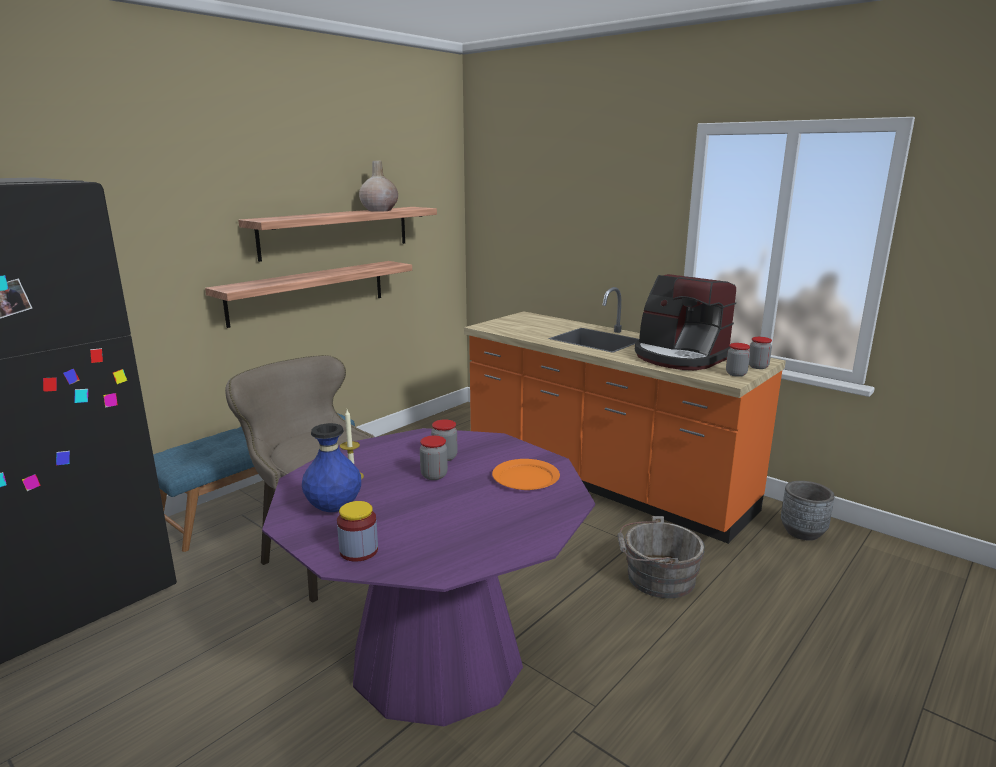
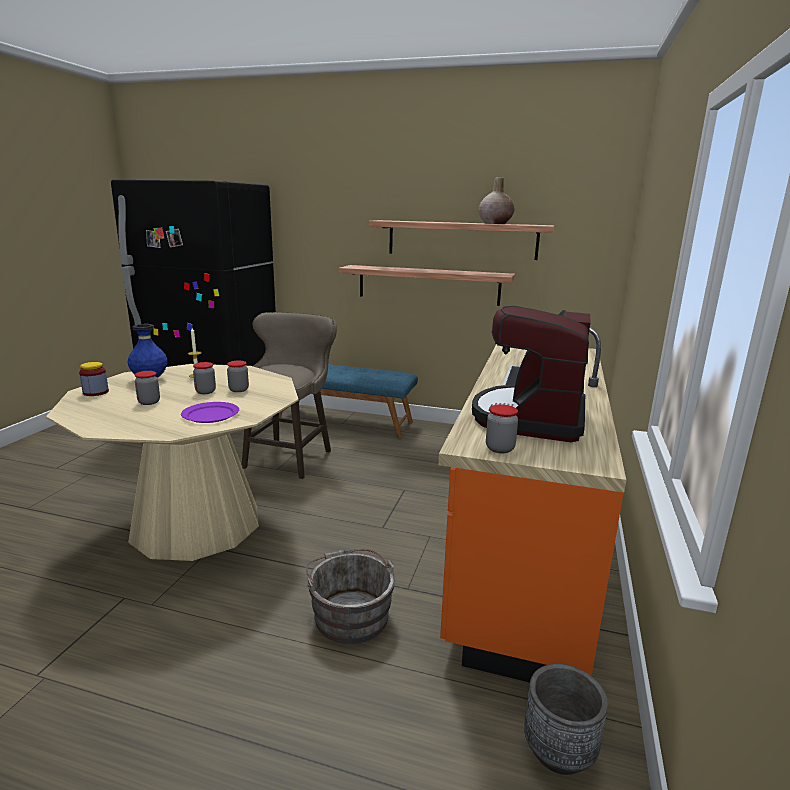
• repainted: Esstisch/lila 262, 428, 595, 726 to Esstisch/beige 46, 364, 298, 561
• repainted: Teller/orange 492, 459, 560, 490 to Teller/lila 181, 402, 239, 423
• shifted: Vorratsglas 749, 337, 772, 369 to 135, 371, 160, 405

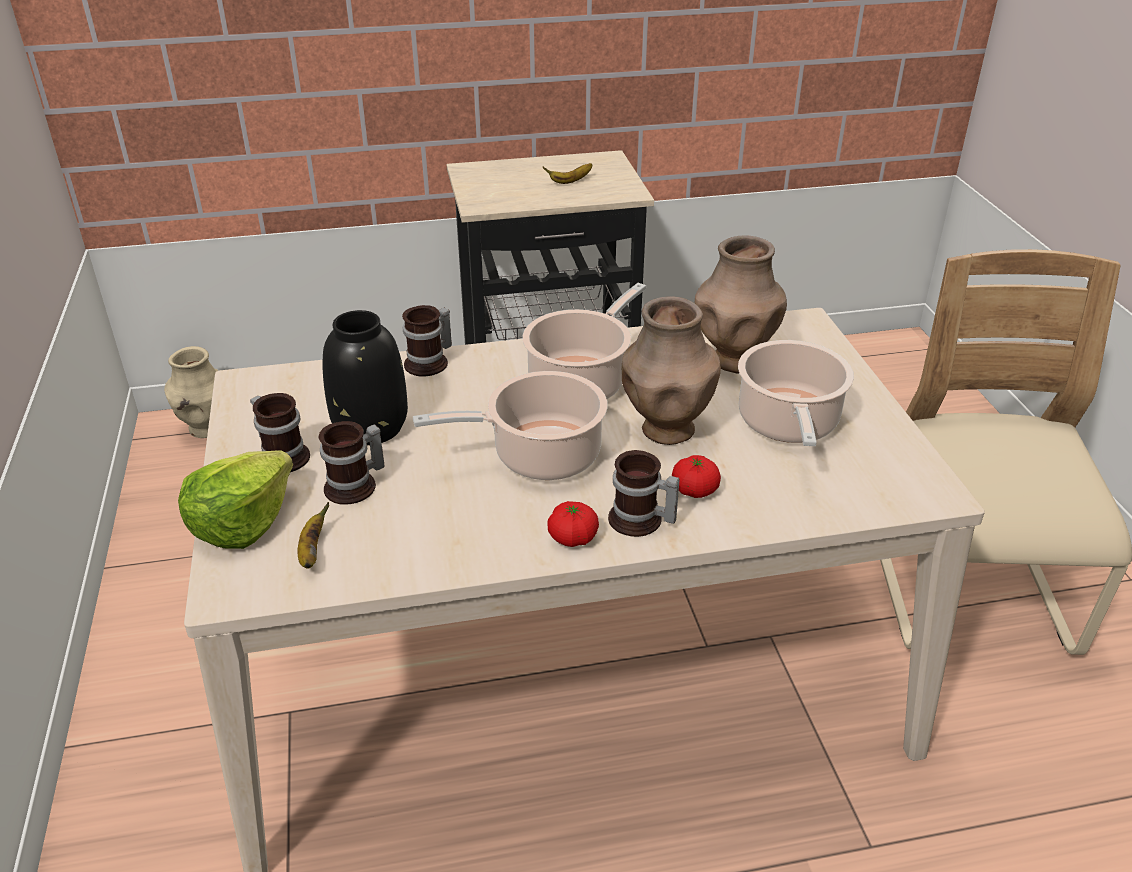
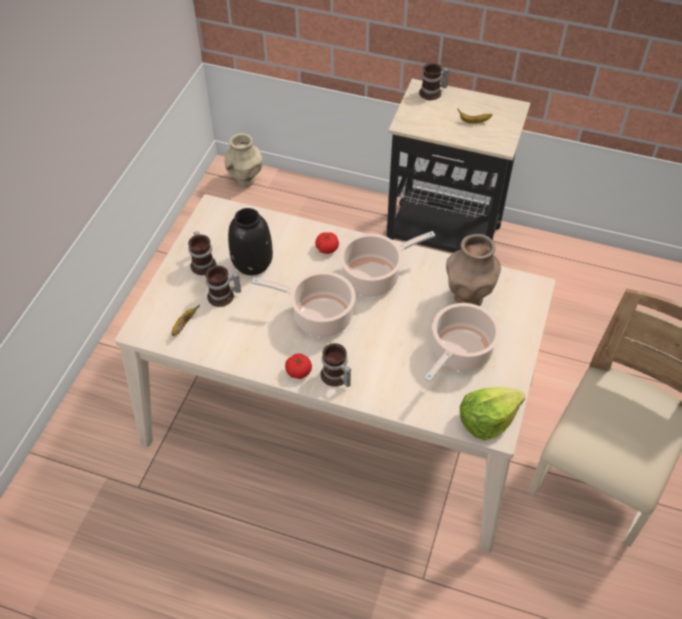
• shifted: Salatkopf 178, 451, 293, 549 to 460, 387, 525, 440
• shifted: Henkelbecher 402, 305, 452, 377 to 419, 63, 449, 100
• gone: Vase/braun 622, 296, 721, 445
• shifted: Tomate 672, 455, 721, 498 to 315, 232, 339, 254

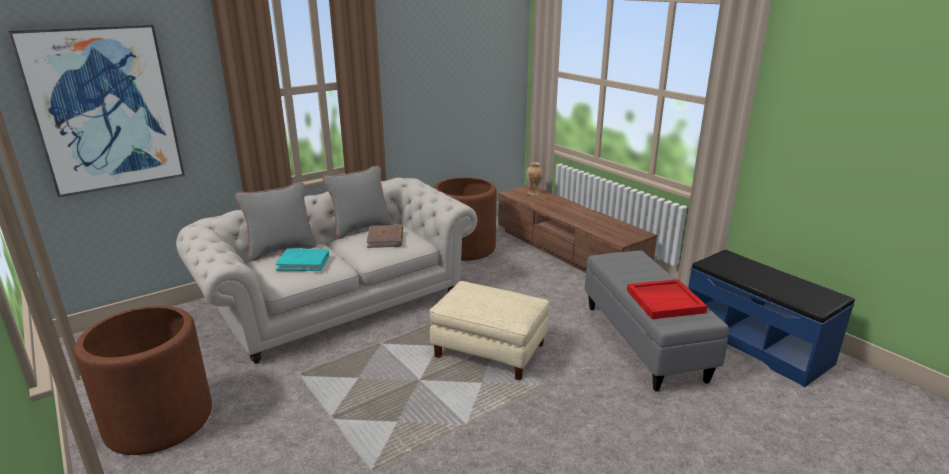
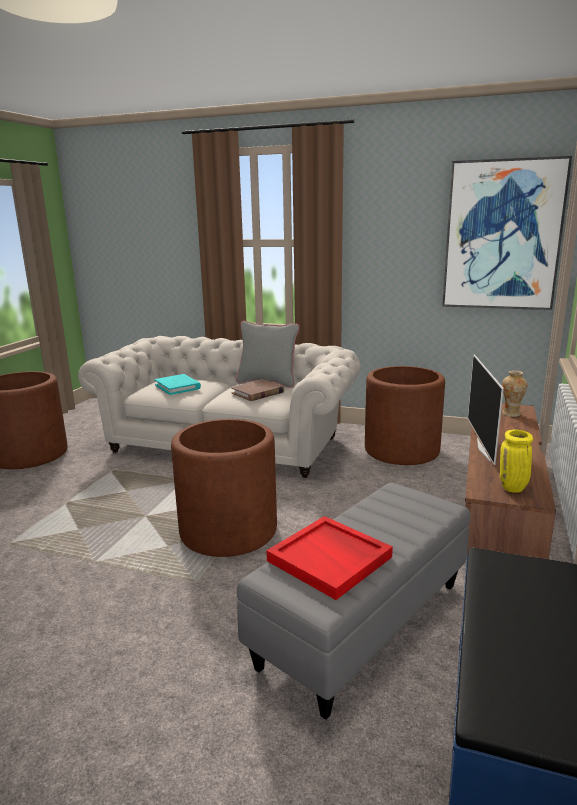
• shifted: Bild 8, 24, 185, 197 to 442, 156, 572, 310
• gone: Kissen/grau 235, 182, 317, 261
• swapped: Polsterhocker/beige 429, 281, 550, 380 to Pflanzkübel/braun 171, 419, 277, 557
• new: Fernseher 468, 354, 504, 465
• new: Vase/gelb 500, 430, 533, 493

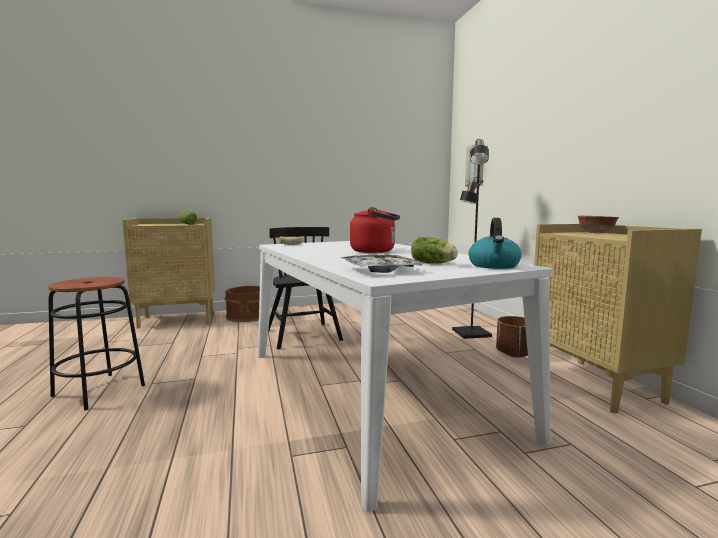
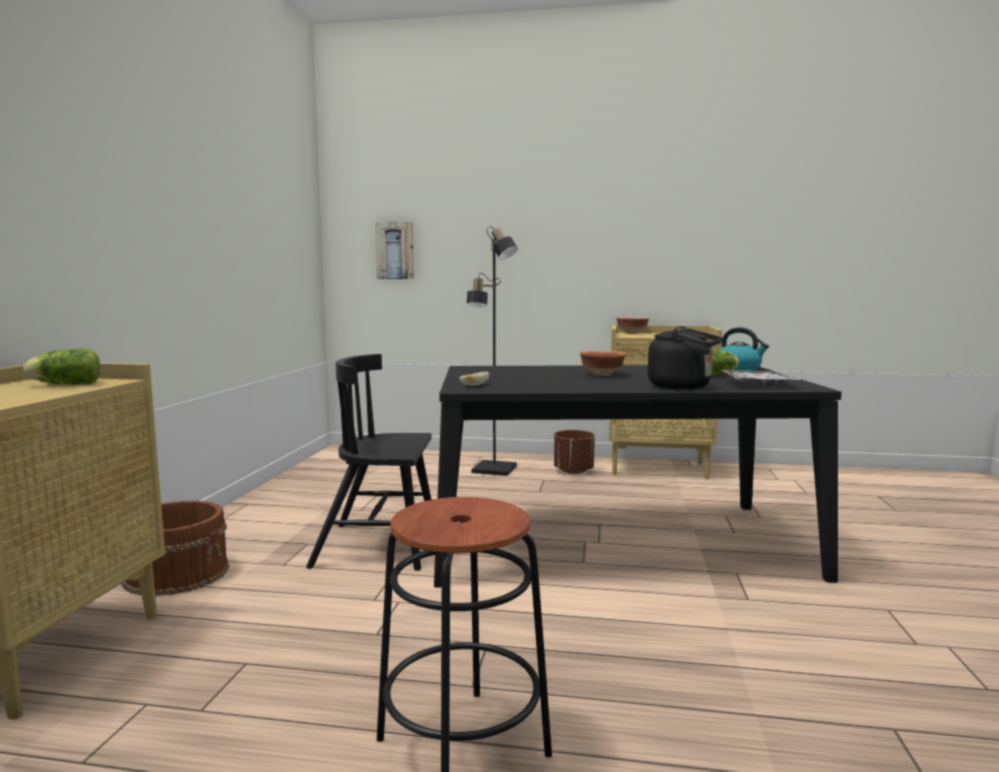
• repainted: Esstisch/weiß 258, 241, 553, 512 to Esstisch/schwarz 434, 365, 842, 588
• swapped: Wasserkessel/rot 350, 207, 400, 253 to Schüssel 580, 351, 626, 376
• new: Wasserkessel/schwarz 648, 326, 722, 389

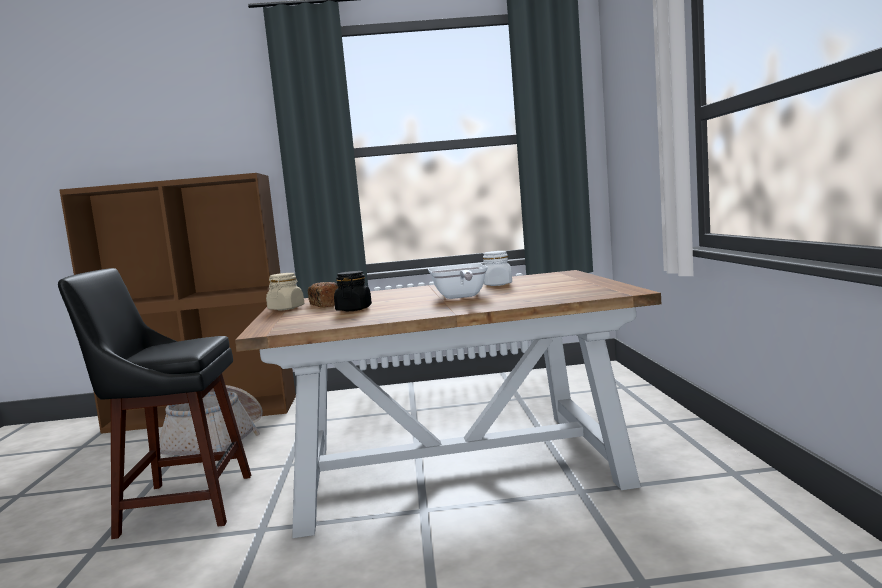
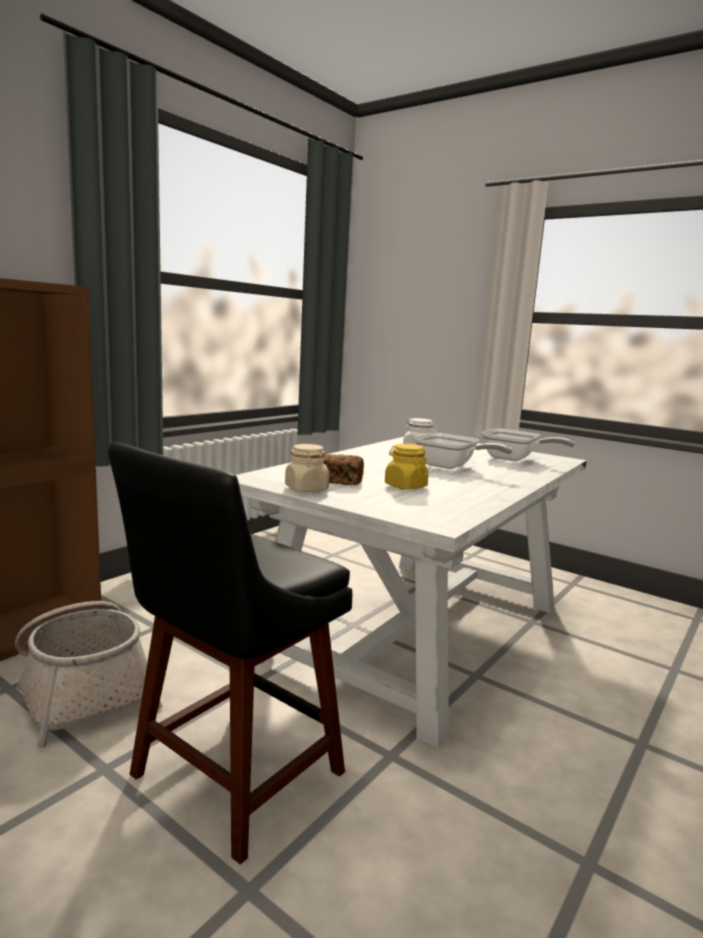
• repainted: Esstisch/braun 235, 270, 661, 538 to Esstisch/weiß 236, 437, 587, 748
• repainted: Vorratsglas/schwarz 334, 271, 372, 311 to Vorratsglas/gelb 385, 444, 429, 489
• new: Pfanne 482, 428, 575, 462

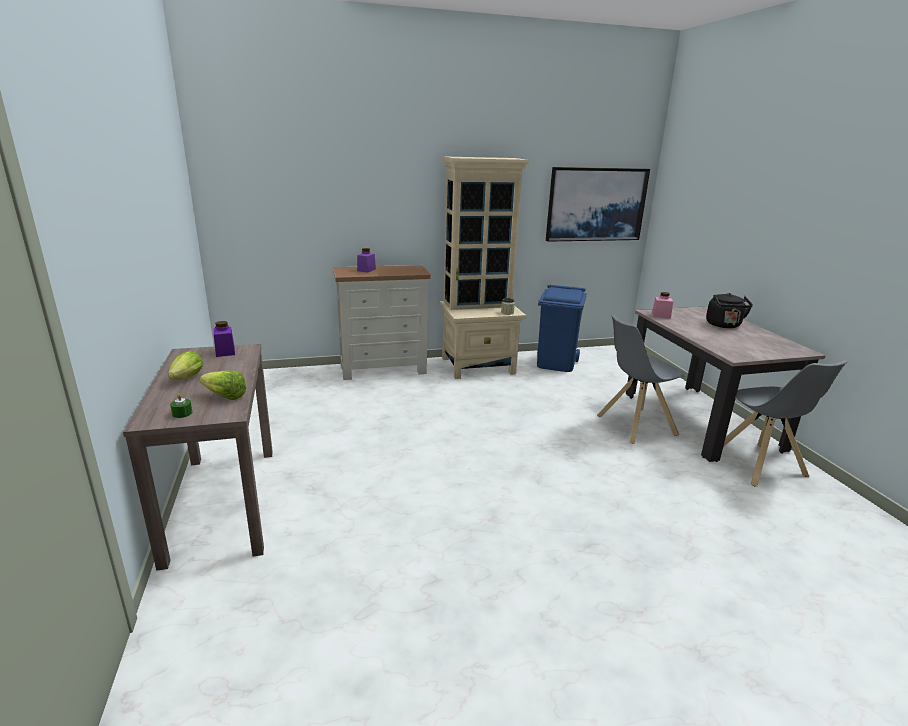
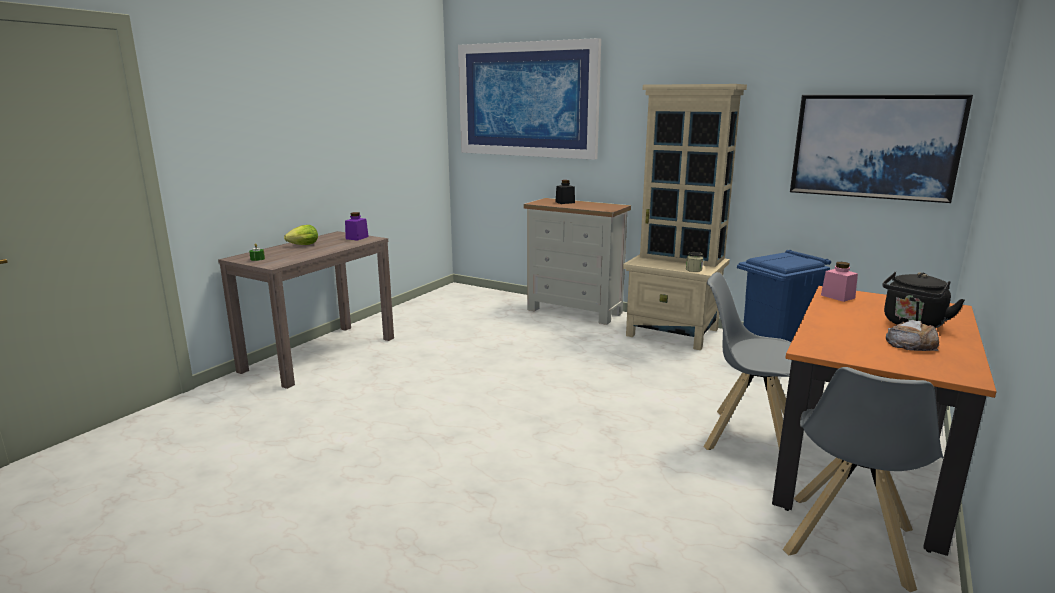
• gone: Salatkopf 200, 371, 246, 400
• repainted: Vorratsglas/lila 357, 248, 376, 273 to Vorratsglas/schwarz 556, 180, 575, 204
• repainted: Esstisch/beige 626, 306, 826, 462 to Esstisch/orange 772, 286, 997, 556
• new: Bild 458, 38, 601, 160
• new: Brot 886, 320, 939, 351

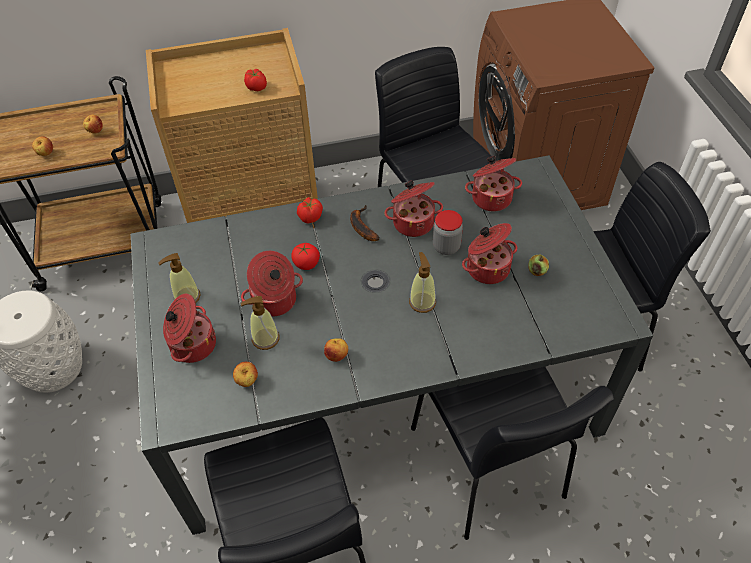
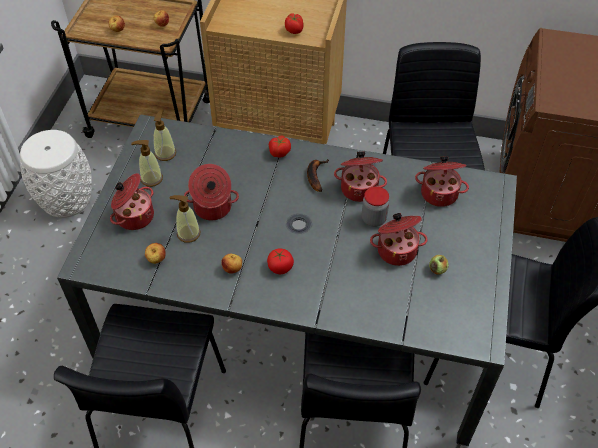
• shifted: Tomate 291, 243, 320, 270 to 267, 249, 294, 274
• shifted: Seifenspender 409, 252, 436, 313 to 153, 110, 176, 161

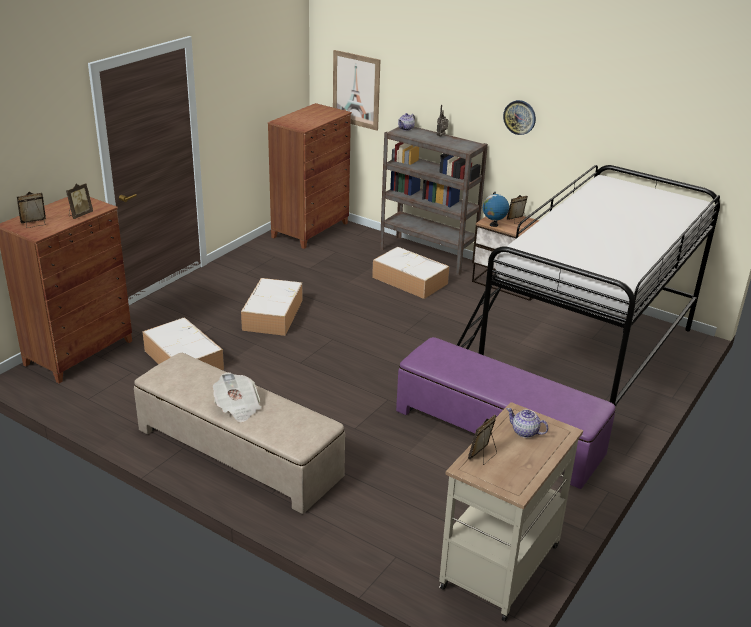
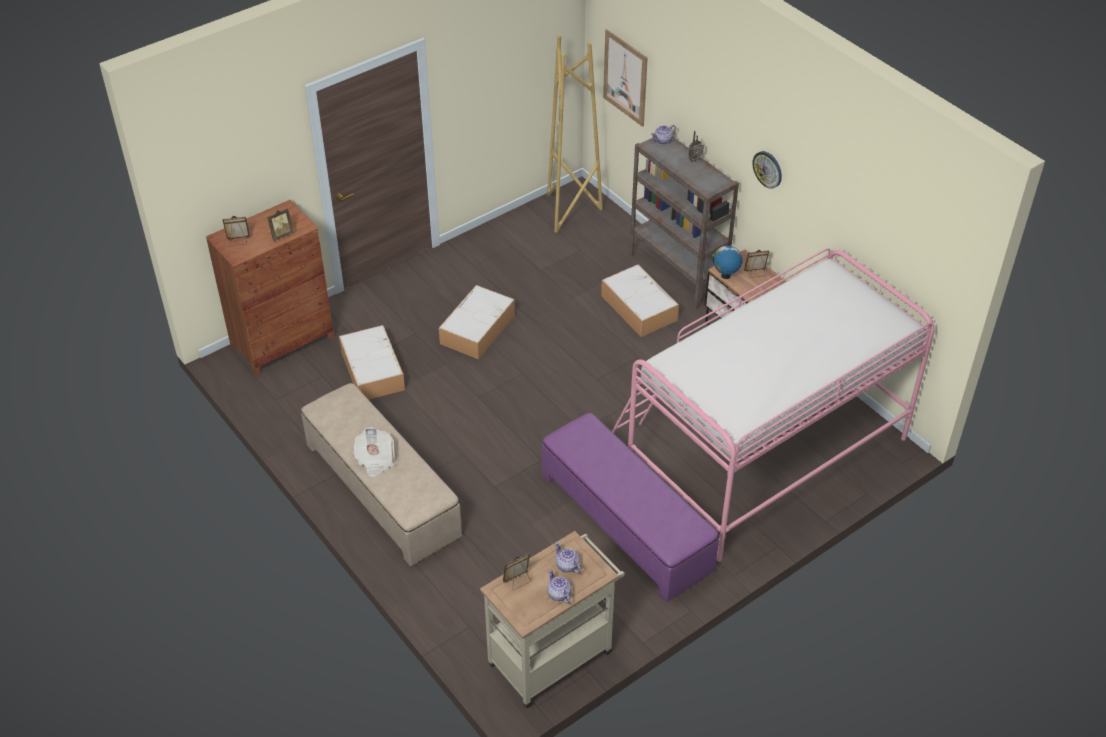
• swapped: Kommode/braun 268, 103, 352, 249 to Kleiderständer/gelb 547, 35, 603, 233
• repainted: Bett/schwarz 457, 165, 720, 407 to Bett/rosa 612, 248, 934, 562
• new: Teekanne 547, 569, 571, 604

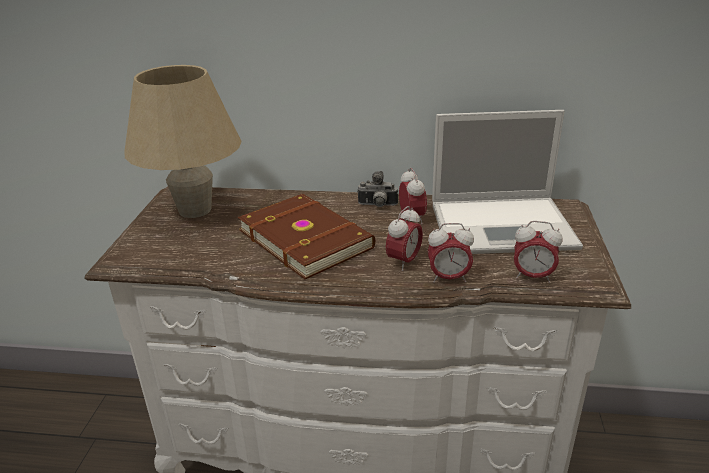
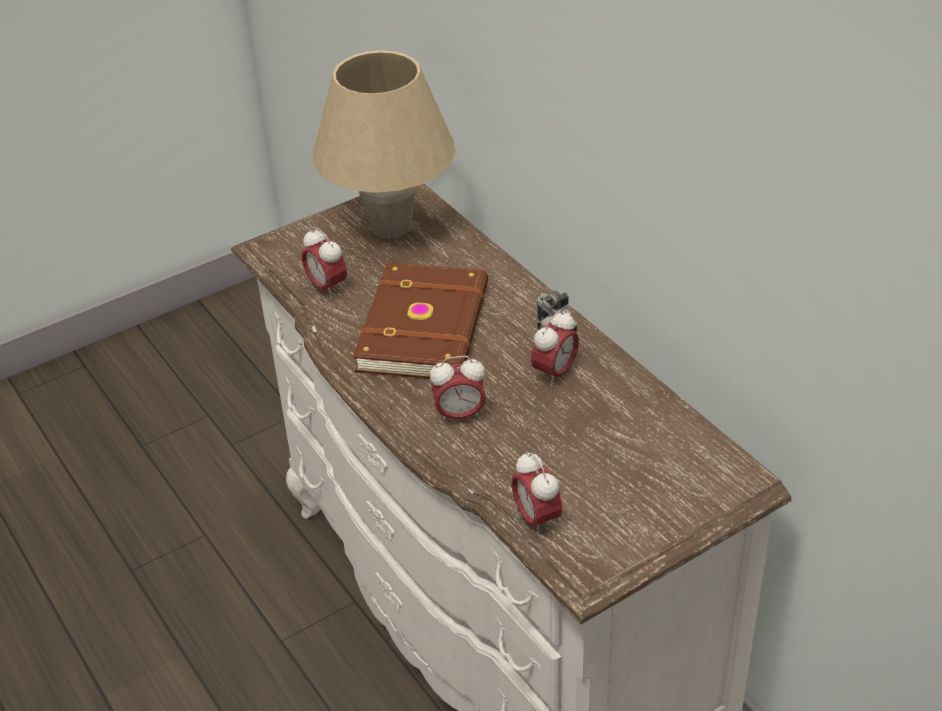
• shifted: Wecker 428, 223, 474, 283 to 302, 227, 347, 298
• gone: Laptop 432, 110, 583, 254

